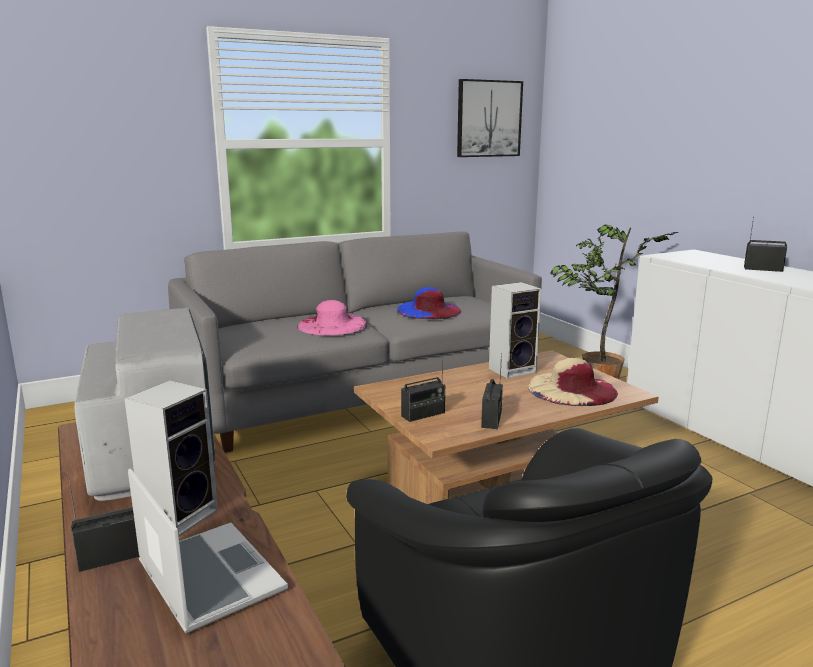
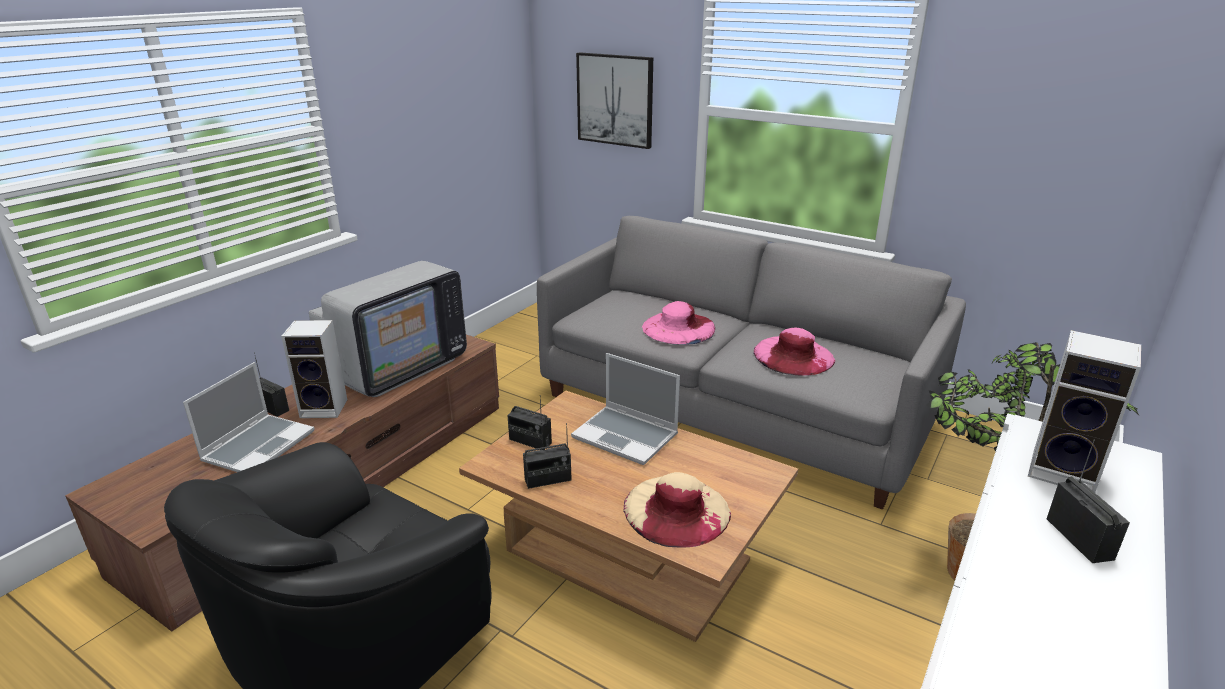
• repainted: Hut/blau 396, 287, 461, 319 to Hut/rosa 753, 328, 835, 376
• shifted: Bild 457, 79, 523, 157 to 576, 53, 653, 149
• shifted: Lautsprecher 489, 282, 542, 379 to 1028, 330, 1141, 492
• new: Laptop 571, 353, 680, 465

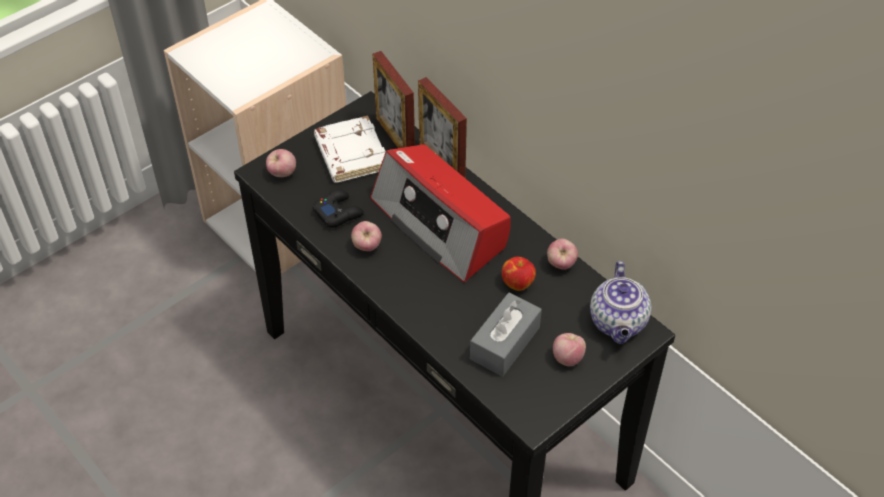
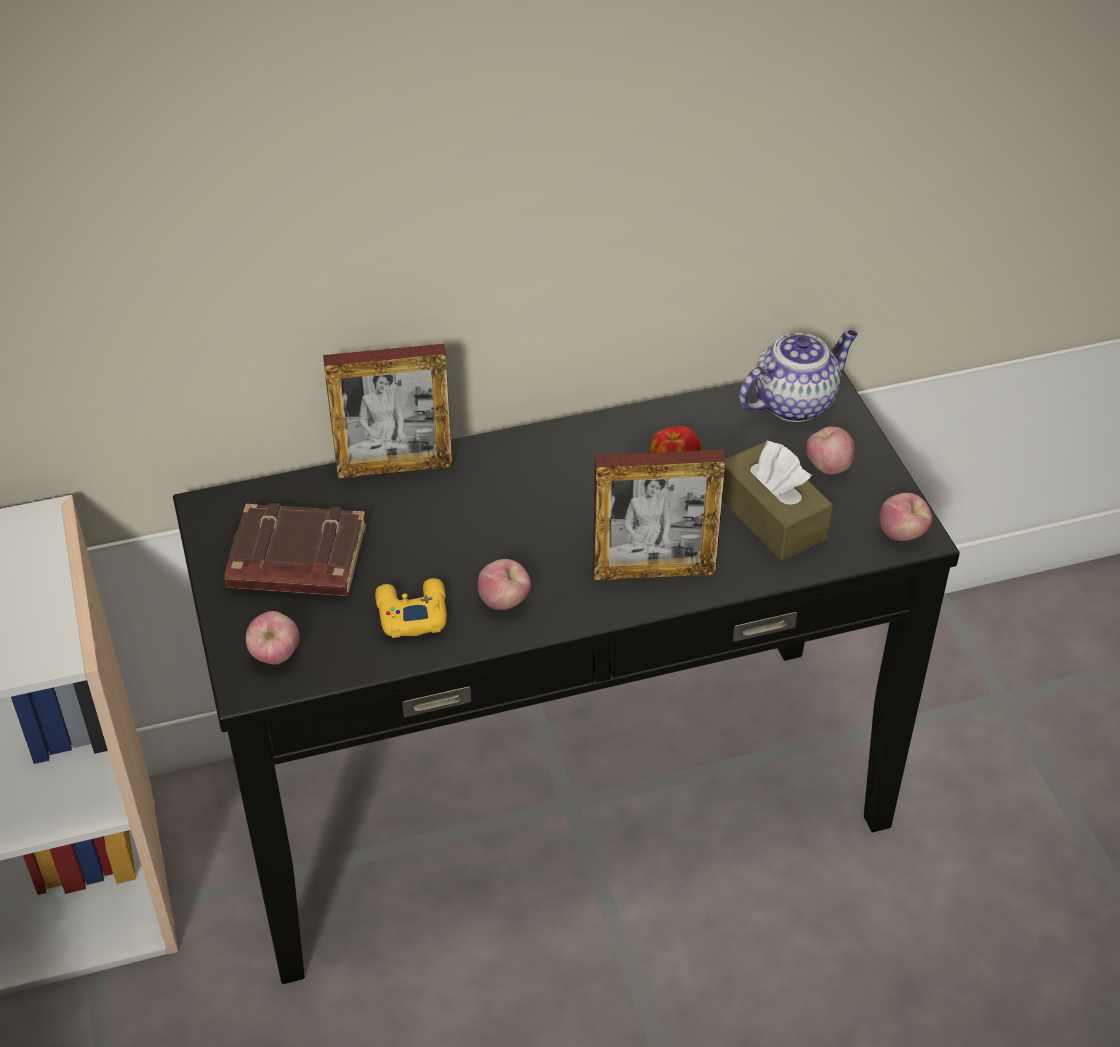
• repainted: Gamepad/schwarz 312, 189, 364, 228 to Gamepad/gelb 375, 578, 447, 638
• repainted: Buch/weiß 314, 116, 386, 183 to Buch/braun 224, 503, 366, 596
• gone: Radio 370, 144, 511, 283
• shifted: Bilderrahmen 373, 51, 415, 148 to 593, 450, 726, 581
• repainted: Taschentuchbox/grau 470, 292, 542, 377 to Taschentuchbox/braun 722, 439, 833, 561
• shifted: Apfel 547, 239, 578, 270 to 879, 493, 932, 541
• rotated: Teekanne 590, 261, 651, 344 = 739, 330, 858, 422 60 degrees counterclockwise

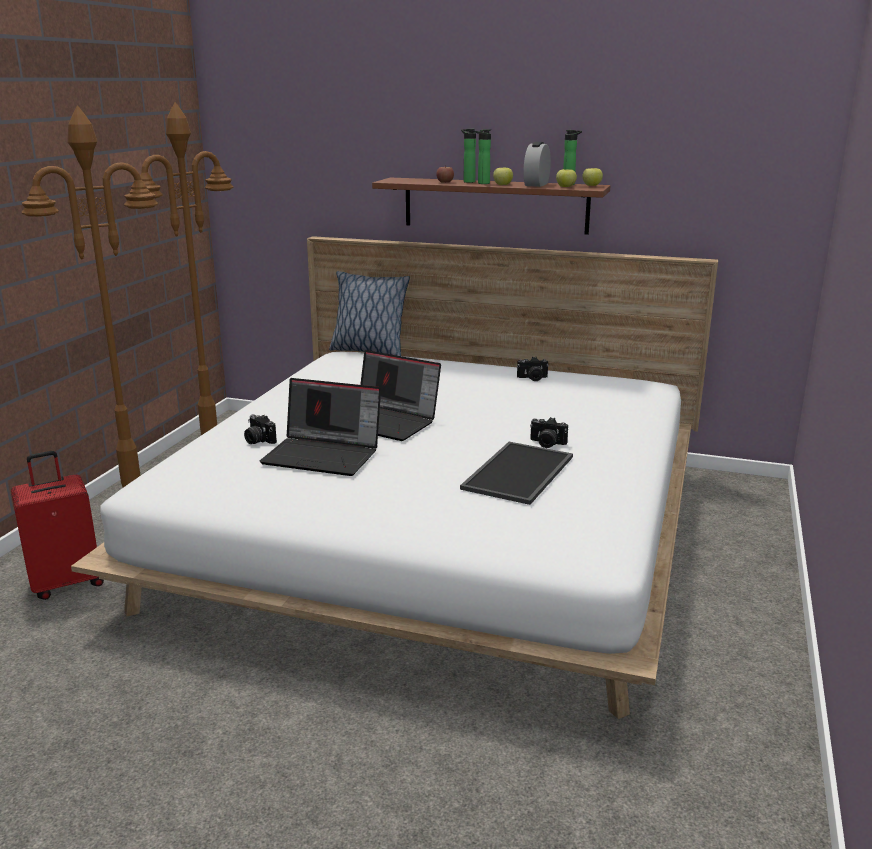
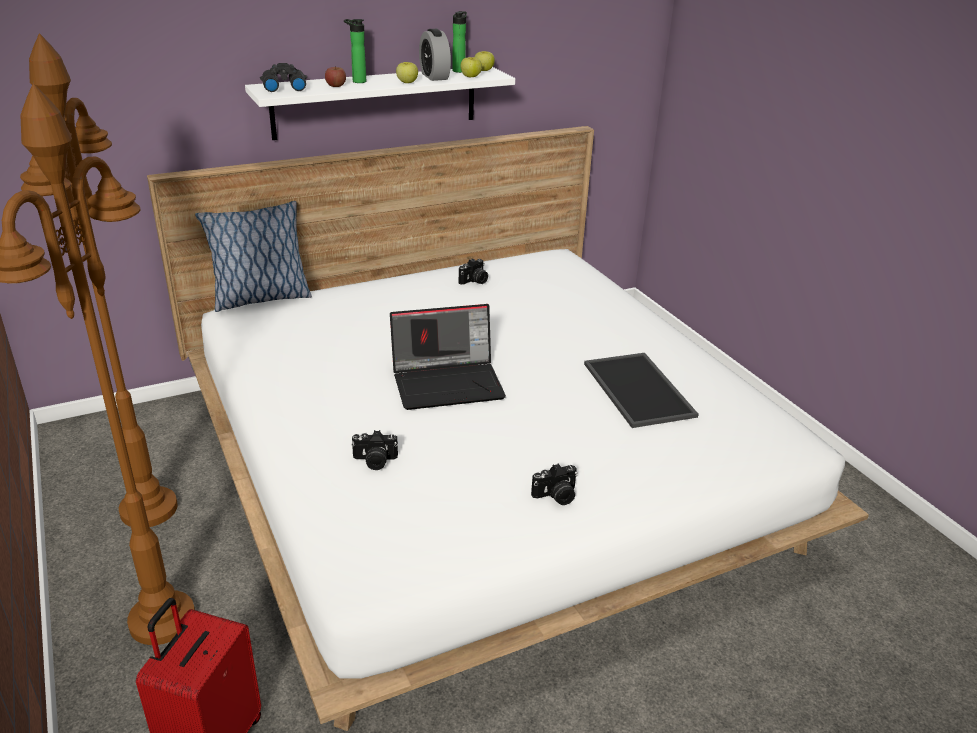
• gone: Laptop 259, 378, 381, 476
• repainted: Wandregal/braun 372, 178, 610, 235 to Wandregal/weiß 245, 67, 515, 140
• gone: Flasche 474, 129, 491, 184
• shifted: Kamera 530, 417, 568, 448 to 531, 464, 578, 505
• new: Fernglas/schwarz 260, 63, 307, 92

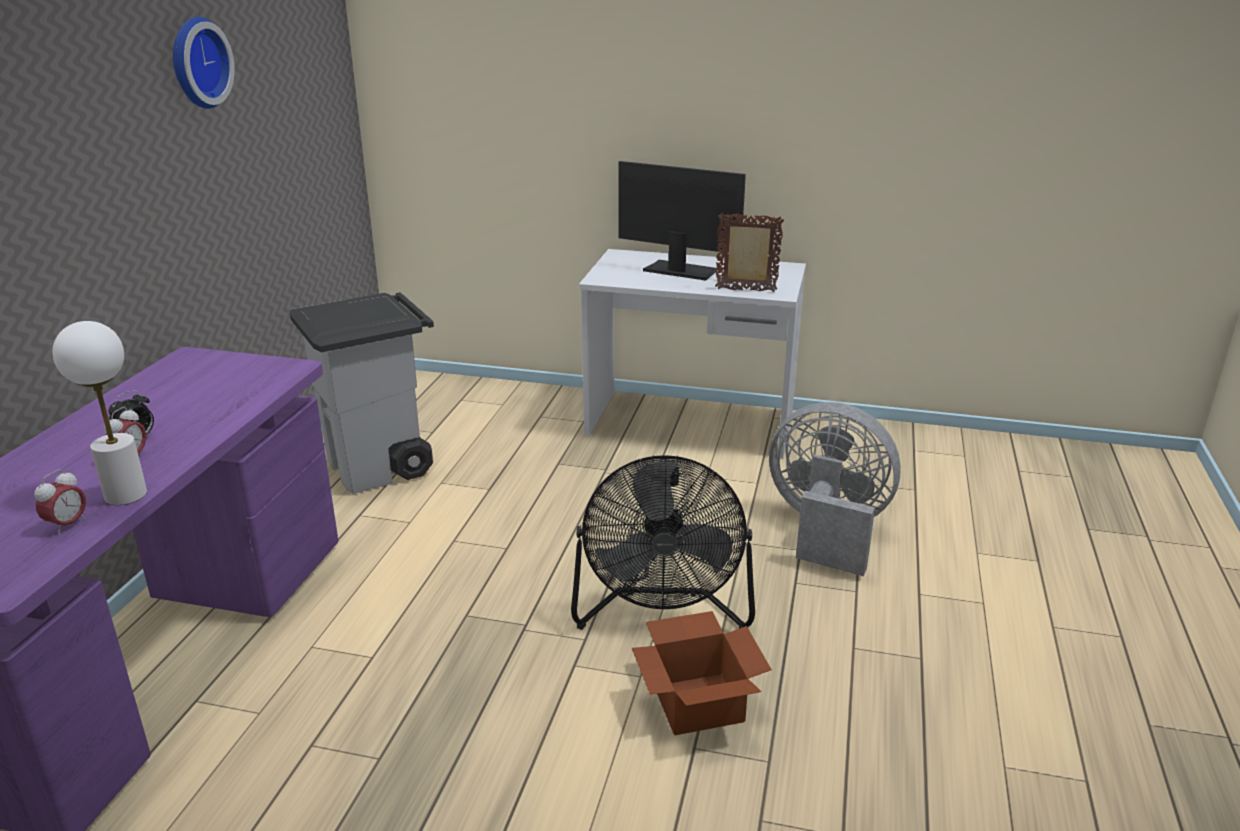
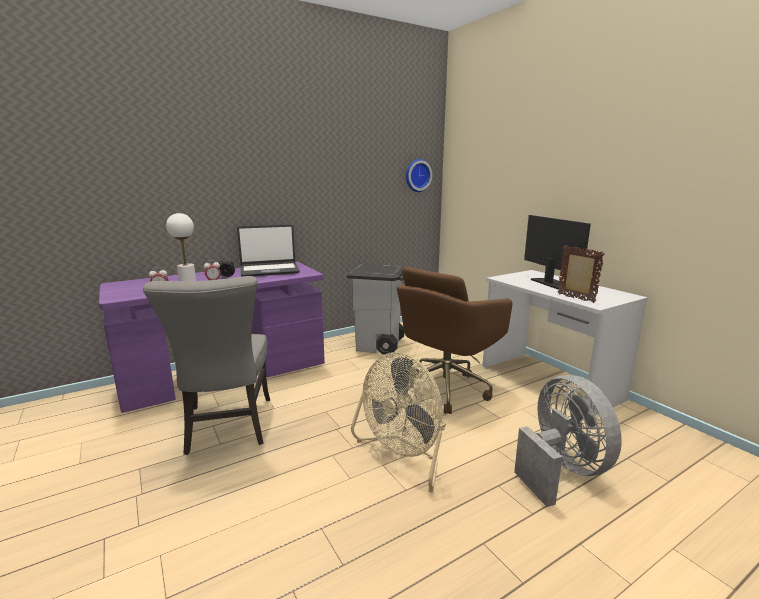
• shifted: Wanduhr 173, 17, 235, 109 to 406, 159, 432, 192
• repainted: Ventilator/schwarz 571, 455, 755, 630 to Ventilator/beige 351, 352, 446, 493
• gone: Karton 632, 611, 772, 735
• new: Stuhl/grau 143, 276, 270, 455
• new: Laptop 237, 224, 300, 276
• new: Bürostuhl/braun 397, 267, 512, 414

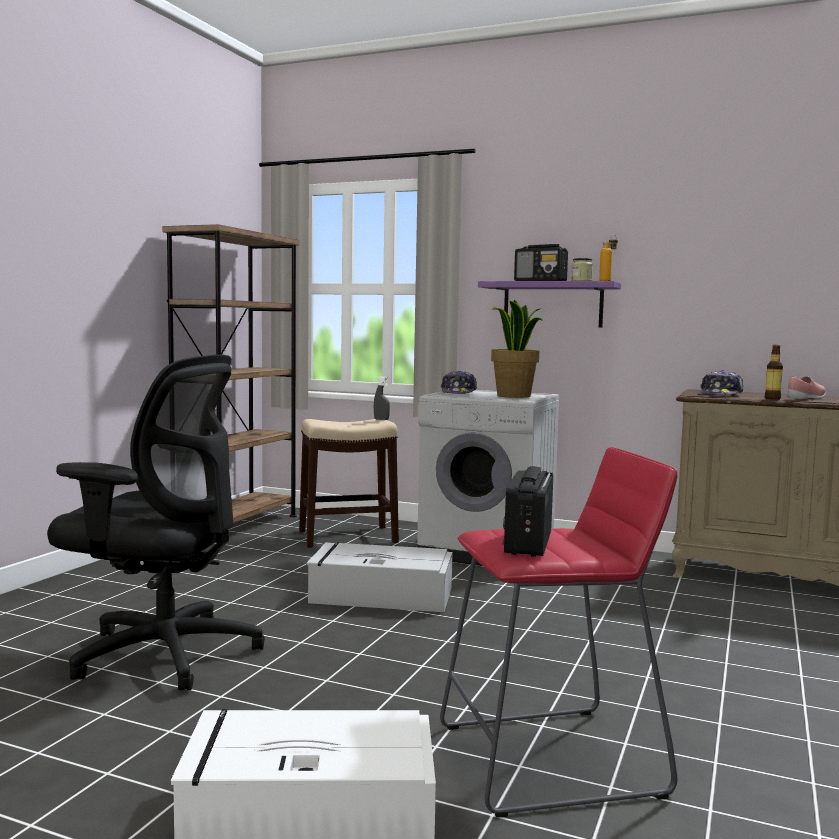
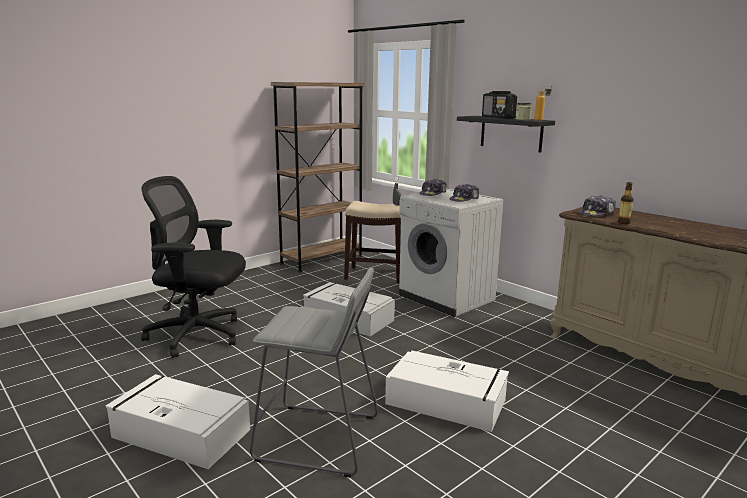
• rotated: Bürostuhl/schwarz 47, 355, 264, 690 = 141, 176, 246, 358 150 degrees clockwise
• repainted: Hocker/rot 440, 447, 677, 818 to Hocker/grau 250, 268, 378, 477
• repainted: Wandregal/lila 478, 281, 621, 328 to Wandregal/schwarz 457, 116, 555, 153
• swapped: Topfpflanze 491, 300, 543, 398 to Kappe 449, 184, 479, 202
• gone: Radio 503, 466, 553, 557
• gone: Schuh/rosa 787, 376, 825, 399
• new: Aufbewahrungsbox/weiß 385, 351, 509, 432

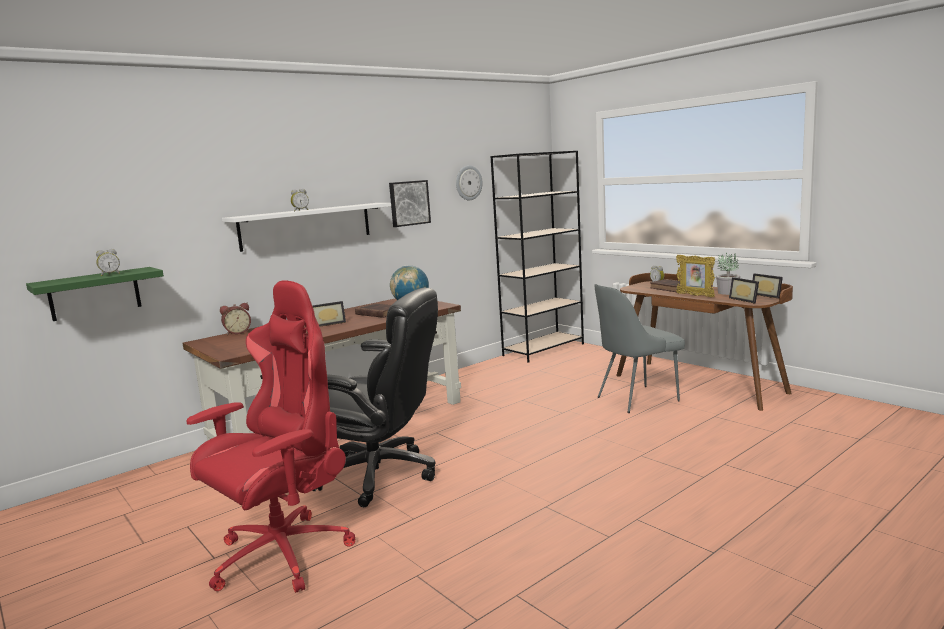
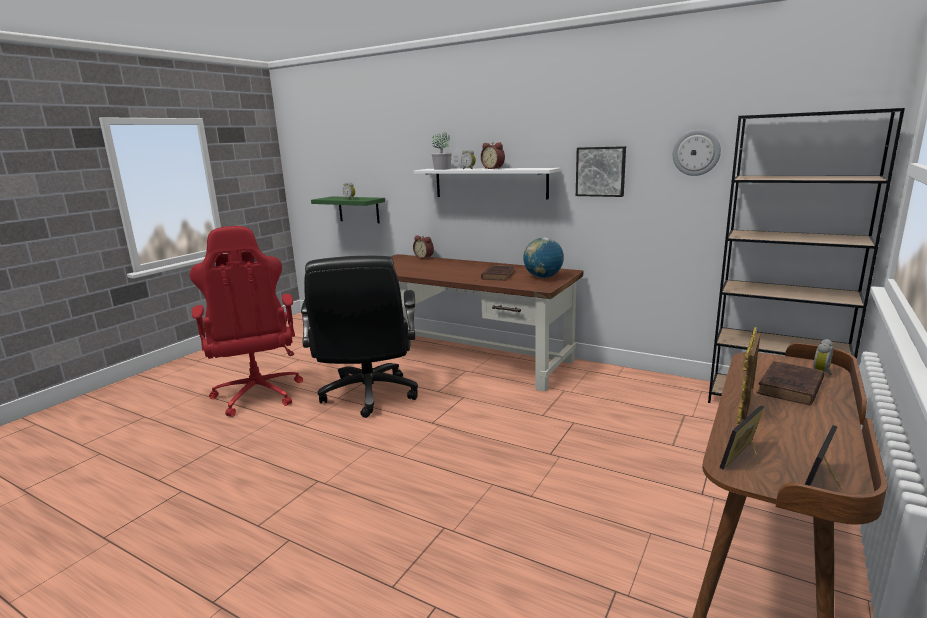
• rotated: Bürostuhl/rot 186, 280, 355, 593 = 190, 226, 303, 417 45 degrees clockwise
• gone: Bilderrahmen 312, 301, 346, 327
• gone: Stuhl/grau 595, 284, 685, 413
• shifted: Topfpflanze 716, 253, 740, 295 to 432, 131, 452, 170
• new: Wecker 481, 142, 505, 169

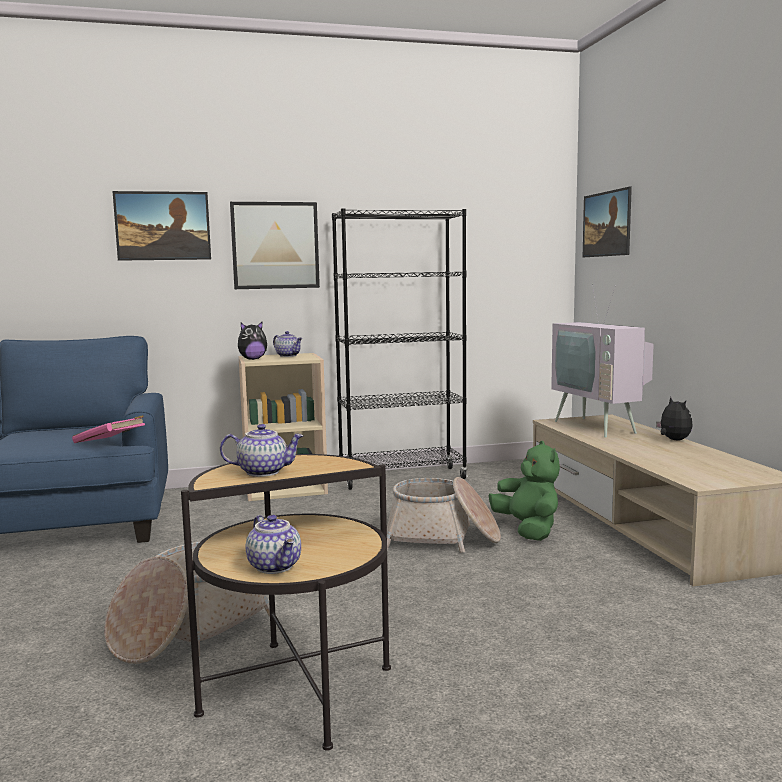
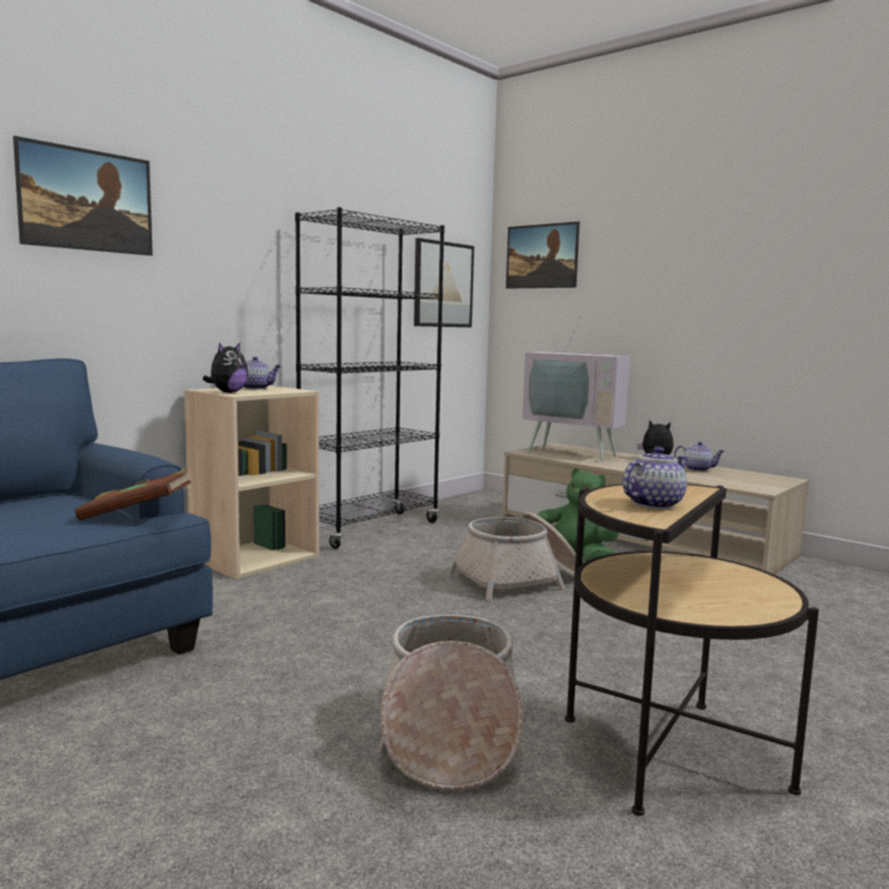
• repainted: Buch/rosa 72, 415, 145, 443 to Buch/braun 75, 469, 191, 520
• shifted: Bild 230, 202, 320, 289 to 414, 238, 474, 327
• shifted: Teekanne 246, 515, 301, 574 to 674, 442, 725, 471

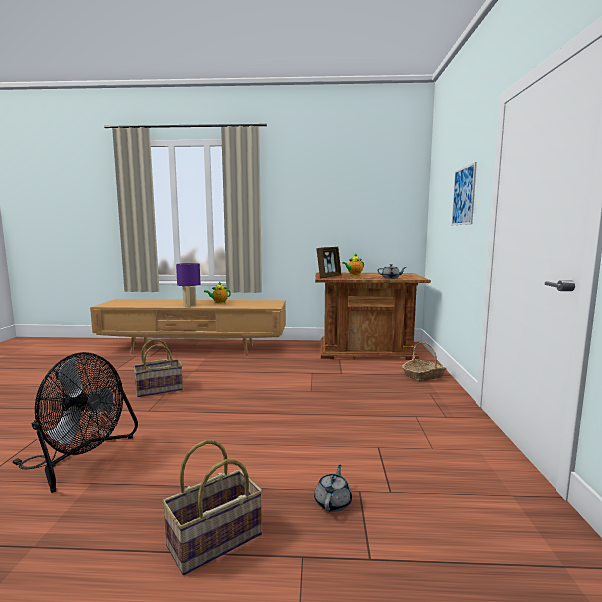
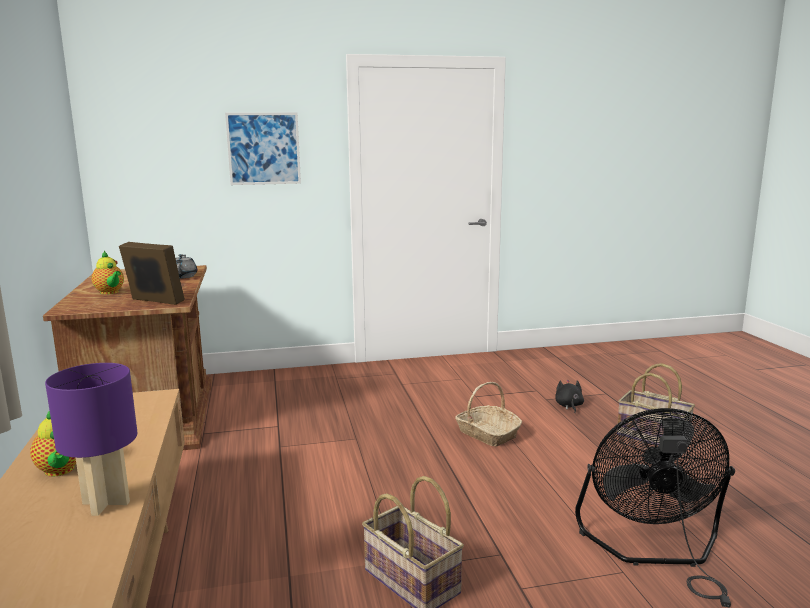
• swapped: Teekanne/grau 314, 465, 352, 512 to Plüschtier/schwarz 555, 380, 584, 413
• shifted: Korb 402, 342, 447, 382 to 455, 382, 522, 447

